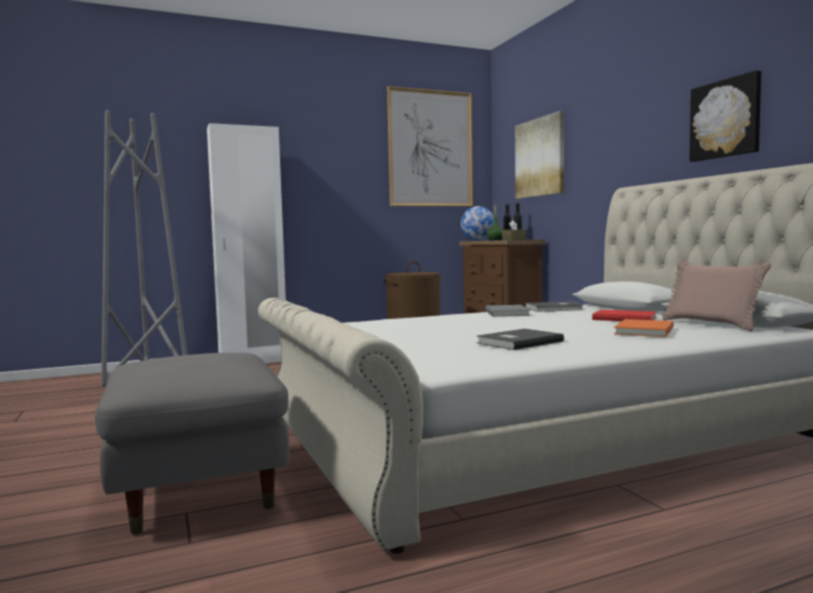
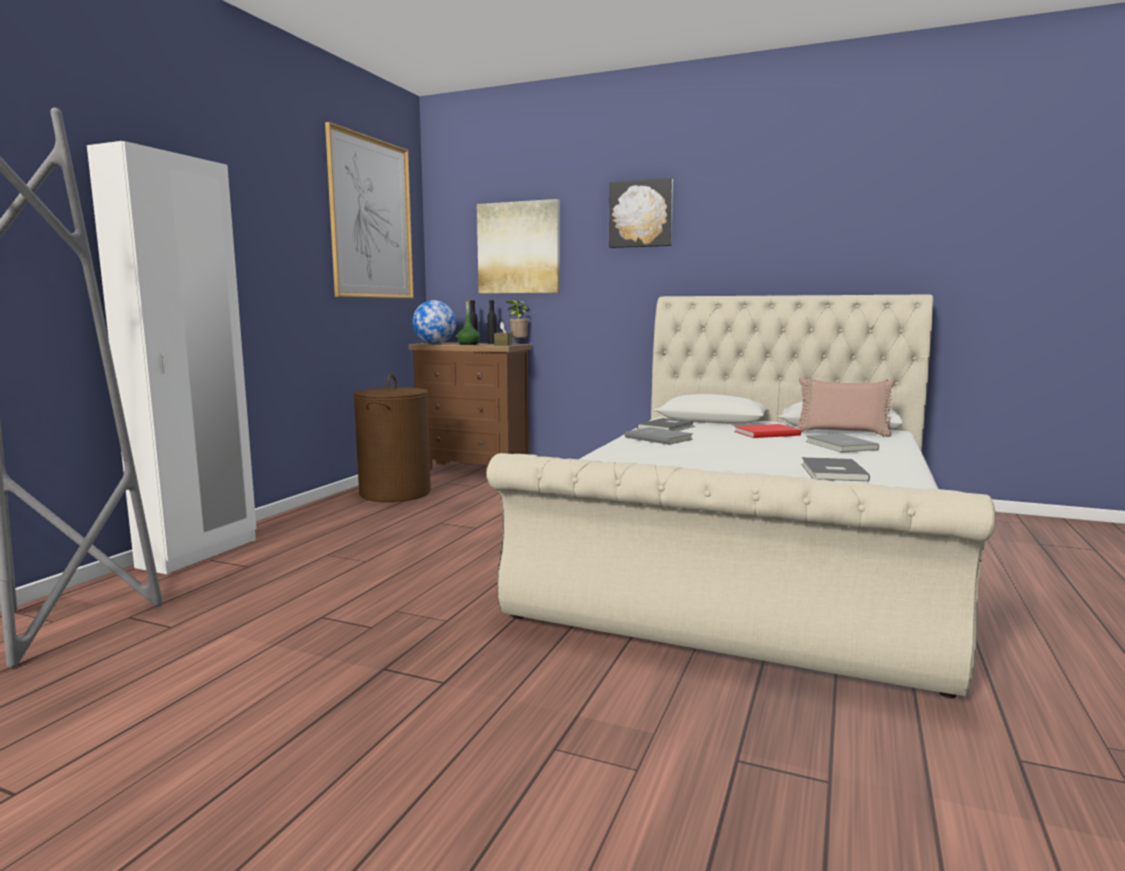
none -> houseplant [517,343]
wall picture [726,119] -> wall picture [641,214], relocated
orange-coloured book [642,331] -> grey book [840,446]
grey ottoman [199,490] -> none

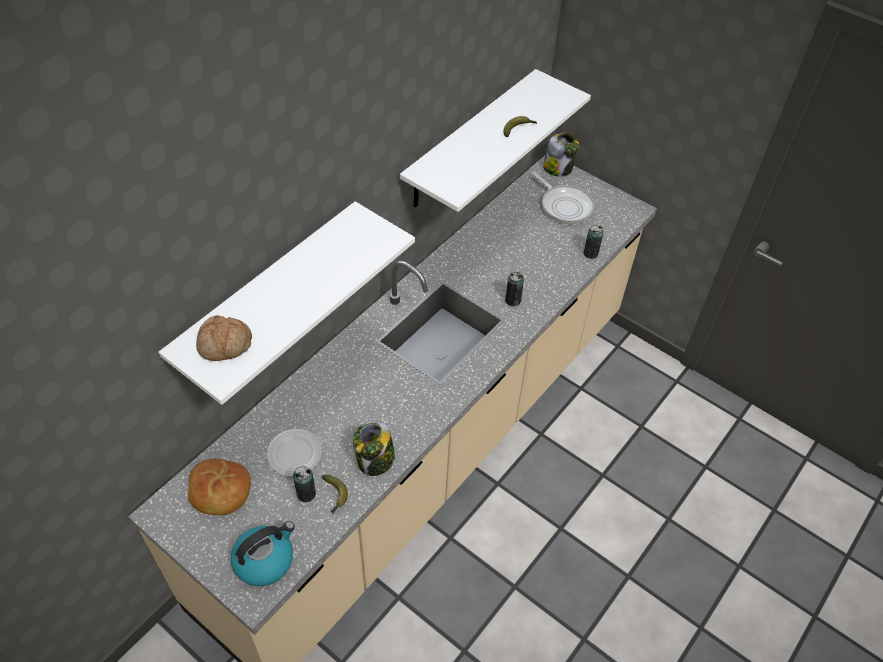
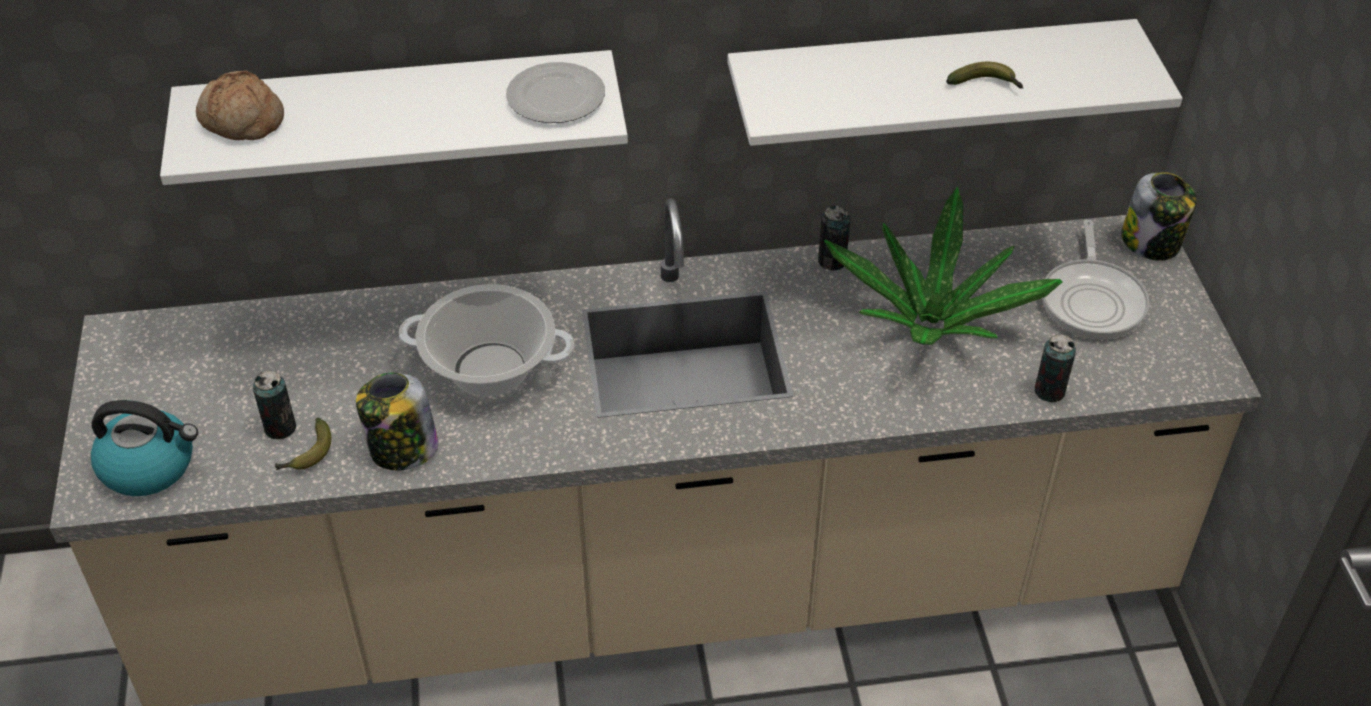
none -> stockpot [490,370]
plate [295,454] -> plate [556,98], relocated
sealed can [513,300] -> sealed can [832,261], relocated
none -> houseplant [932,321]
bakery bread [220,492] -> none

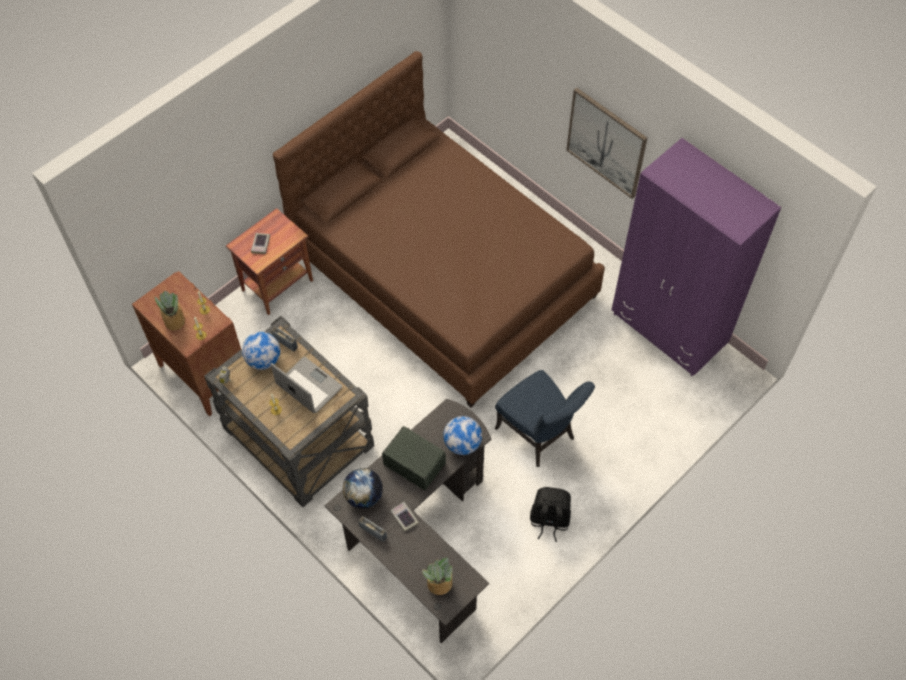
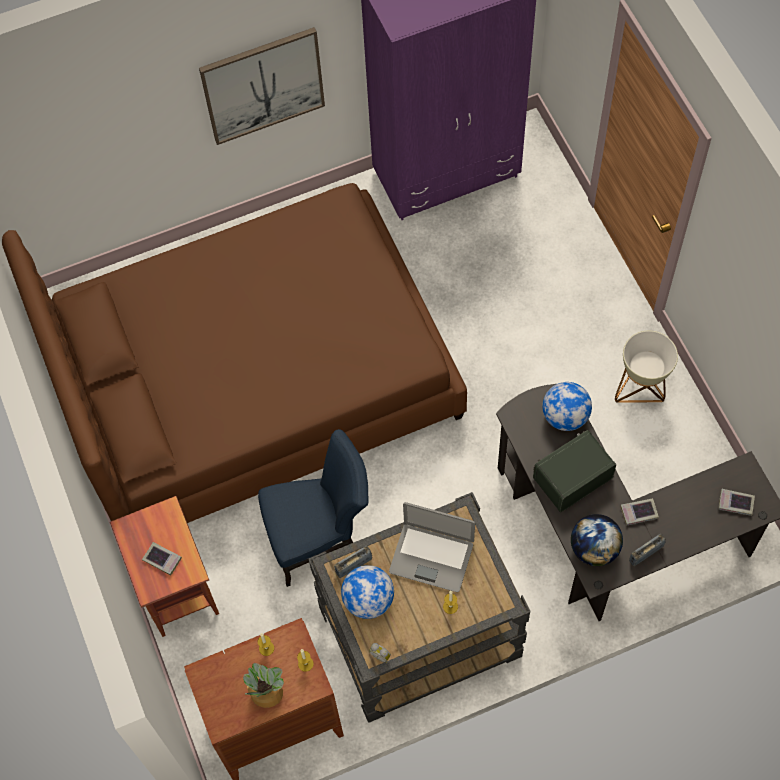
bluish upright chair [539,435] -> bluish upright chair [320,538], relocated
laptop [308,386] -> laptop [431,556], 135 degrees counterclockwise
black-coloured backpack [549,520] -> flower pot [640,389]
houseplant [439,584] -> book [735,503]

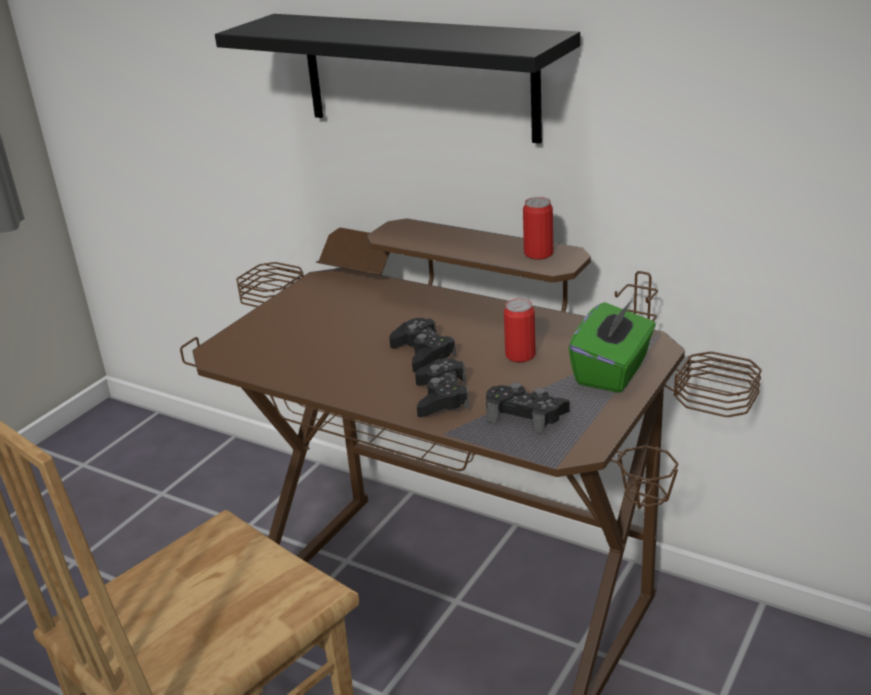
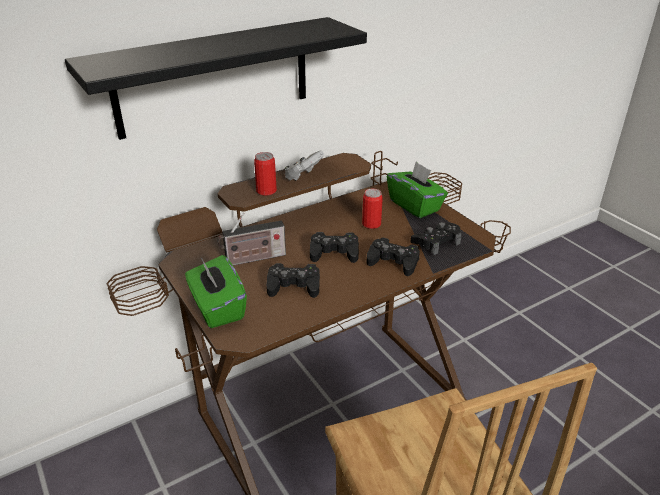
none -> green box of tissues [217,308]
none -> radio receiver [253,259]
sealed can [538,254] -> sealed can [266,191], relocated
none -> black-coloured joypad [294,286]
none -> white-coloured joypad [303,177]

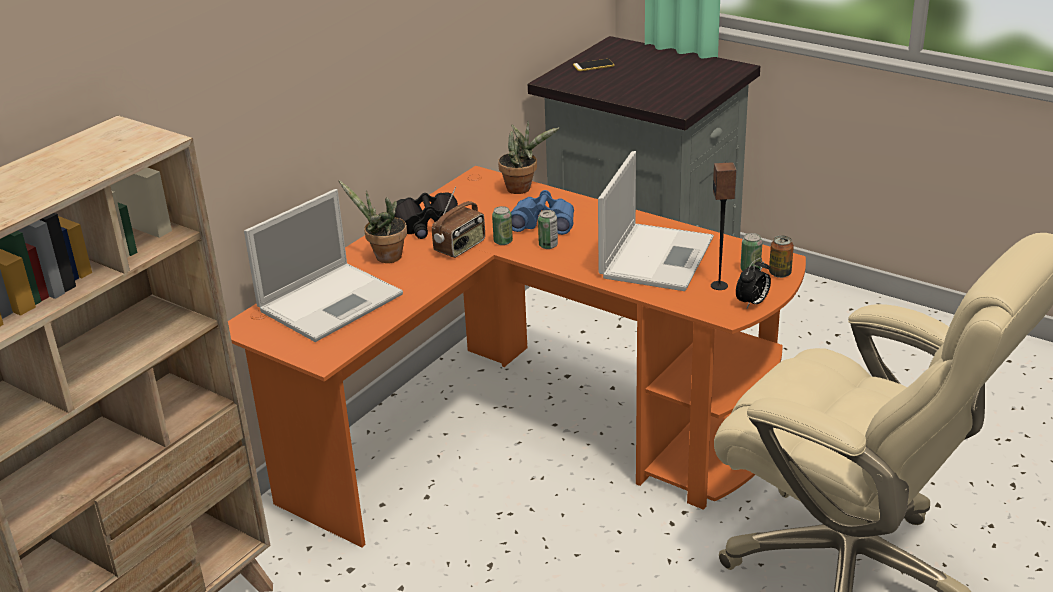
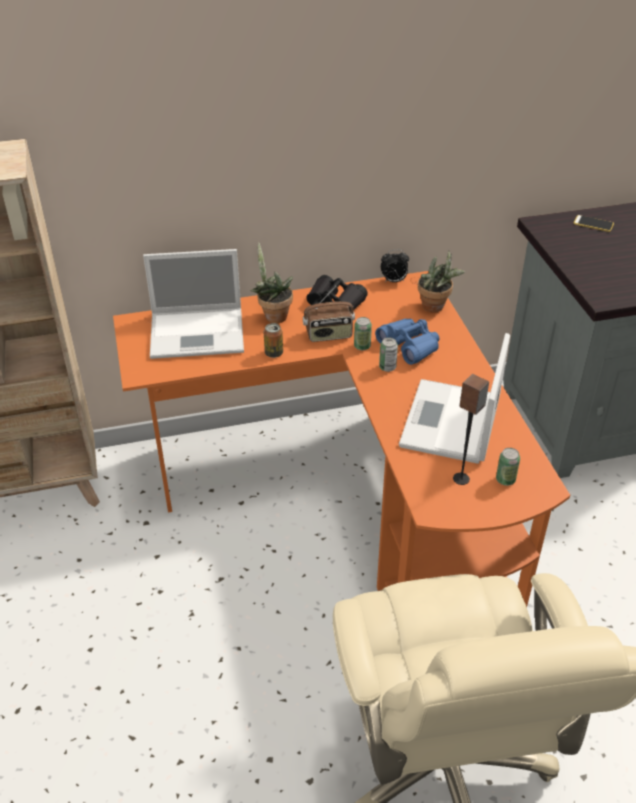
sealed can [780,273] -> sealed can [274,353], relocated
alarm clock [752,303] -> alarm clock [393,281], relocated
laptop [657,256] -> laptop [450,423], 135 degrees clockwise

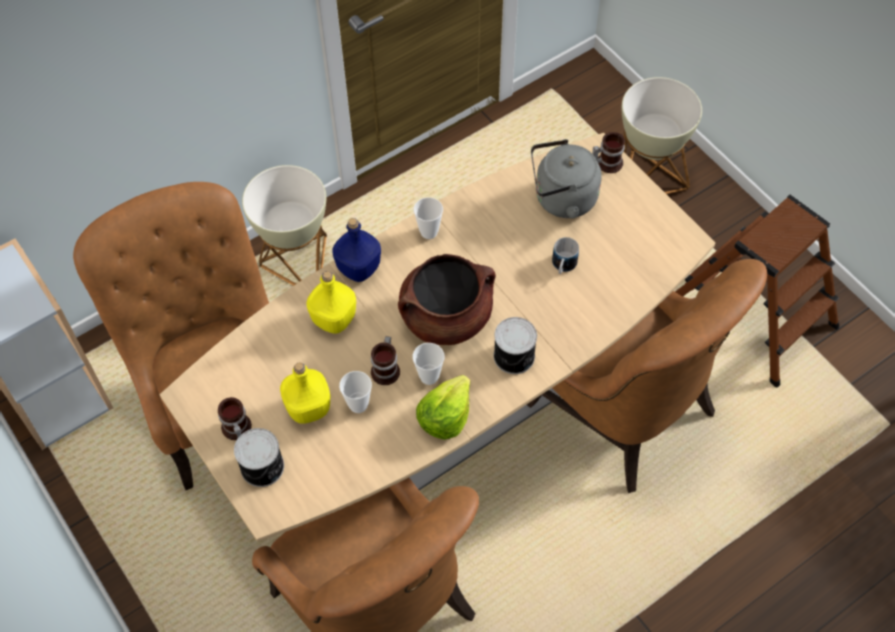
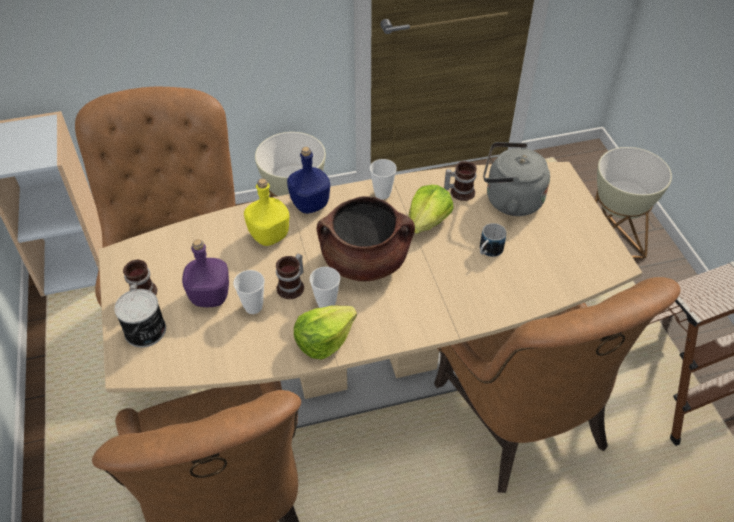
yellow bottle [309,407] -> purple-coloured bottle [211,296]
none -> lettuce [428,221]
tea mug [606,162] -> tea mug [460,191], relocated
sealed can [515,356] -> none

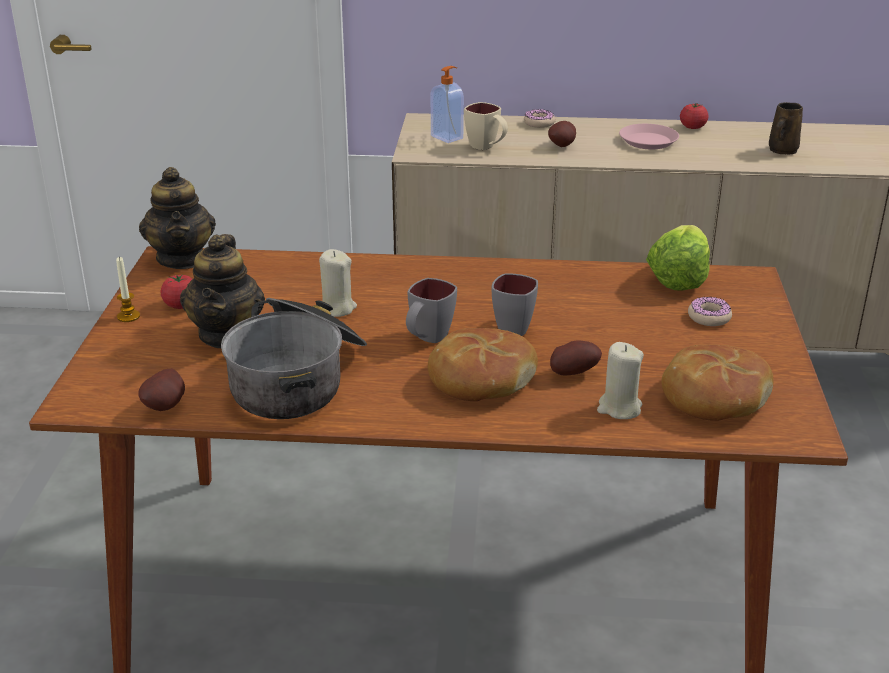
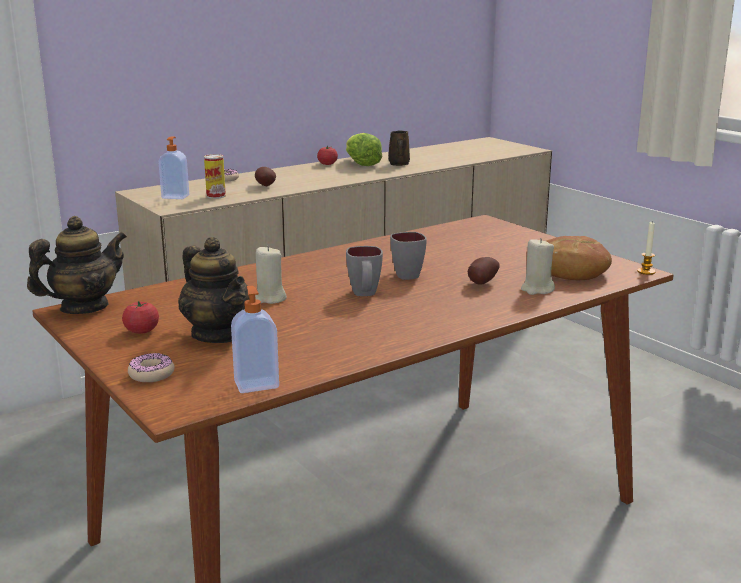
tea pot [182,259] -> tea pot [84,307], 75 degrees counterclockwise
donut [709,317] -> donut [151,374], relocated
beige-coloured tea mug [487,148] -> sealed can [216,196]
potato [167,406] -> soap dispenser [256,384]
lettuce [678,277] -> lettuce [361,163], relocated
candle [128,316] -> candle [646,272], relocated
stockpot [298,380] -> none
bakery bread [480,379] -> none
pink-coloured plate [648,141] -> none

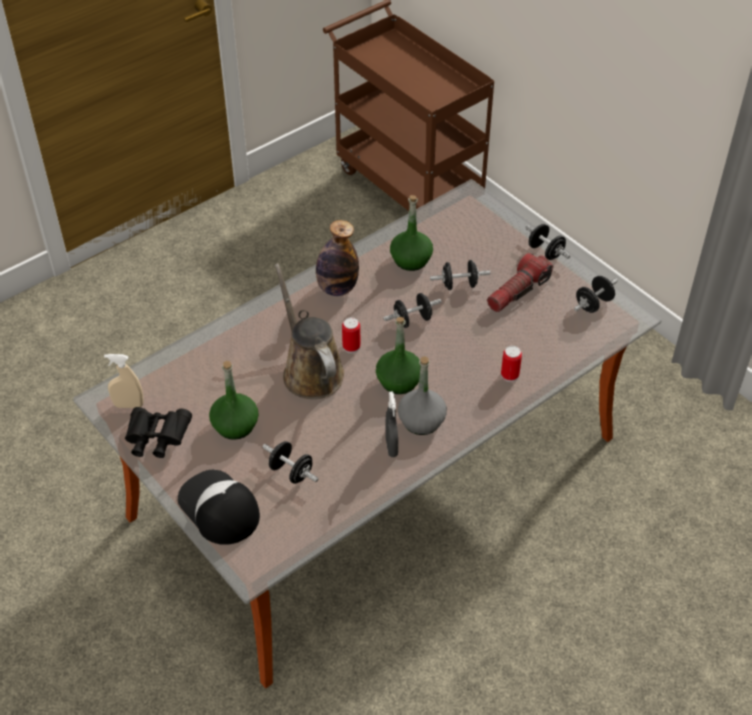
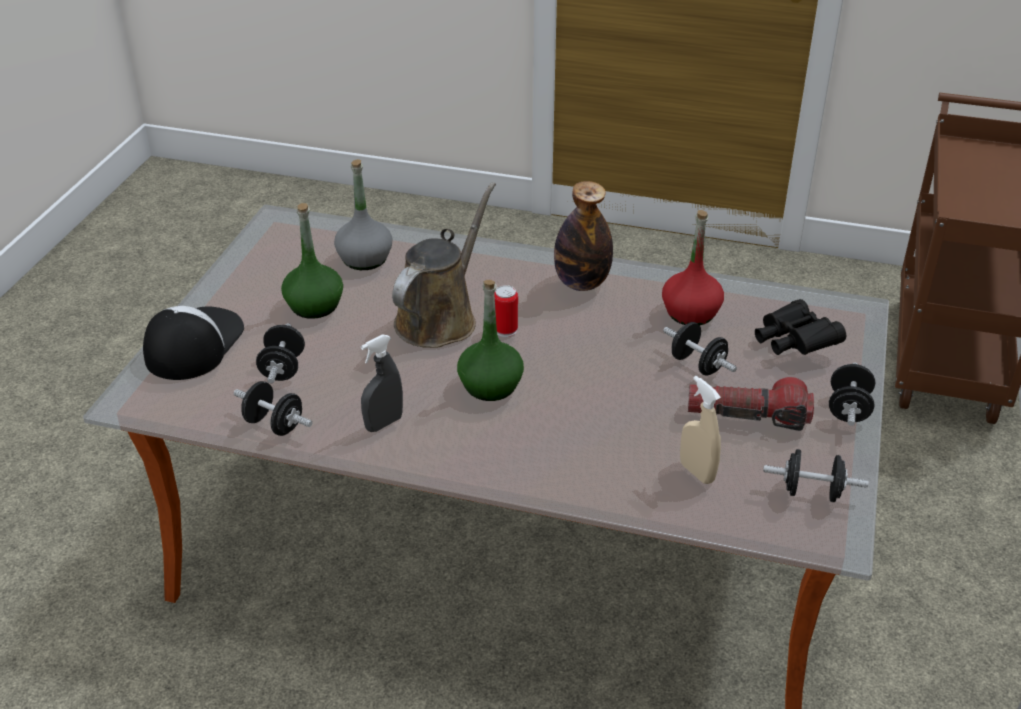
black-coloured free weight [412,320] -> black-coloured free weight [274,425], relocated
grey bottle [421,421] -> grey bottle [364,259], relocated
green bottle [411,260] -> reddish bottle [691,313]
beige-coloured hand sprayer [128,405] -> beige-coloured hand sprayer [696,472], relocated
black-coloured field glasses [157,439] -> black-coloured field glasses [793,343], relocated
sealed can [509,375] -> none

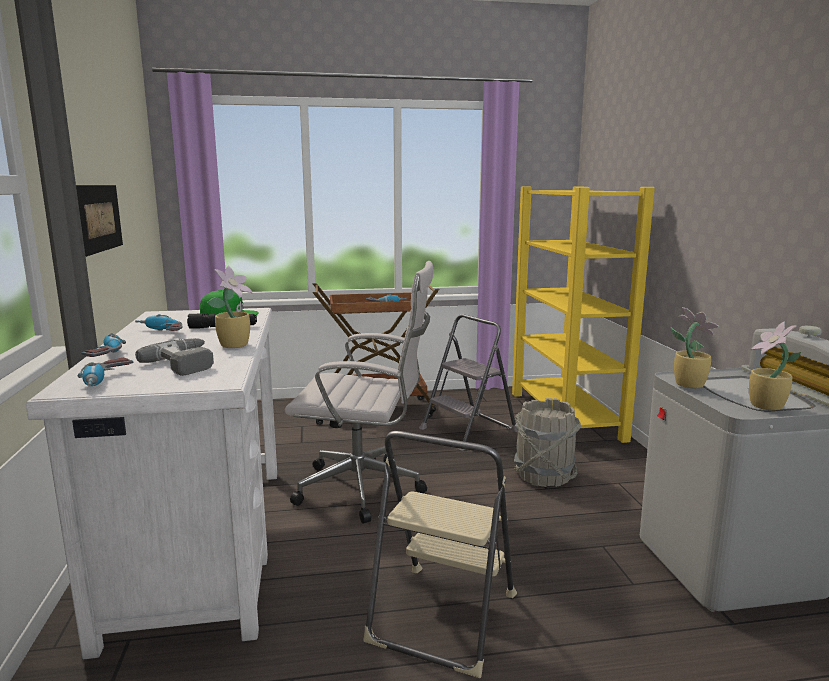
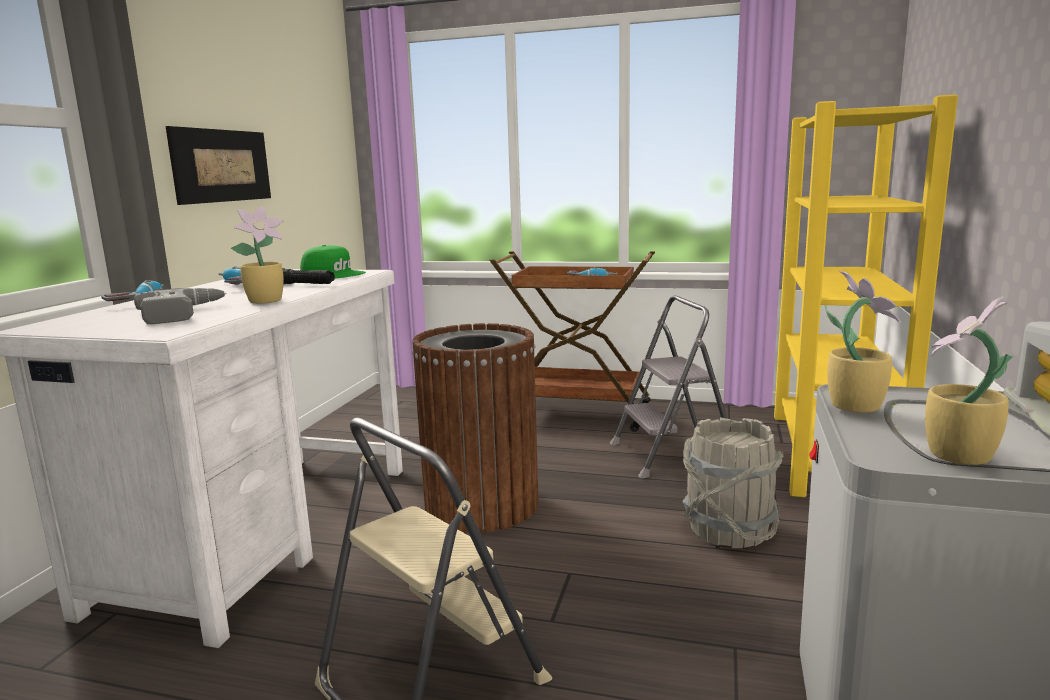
white-coloured computer chair [365,489] -> brown rubbish bin [481,505]
power drill [106,382] -> none

